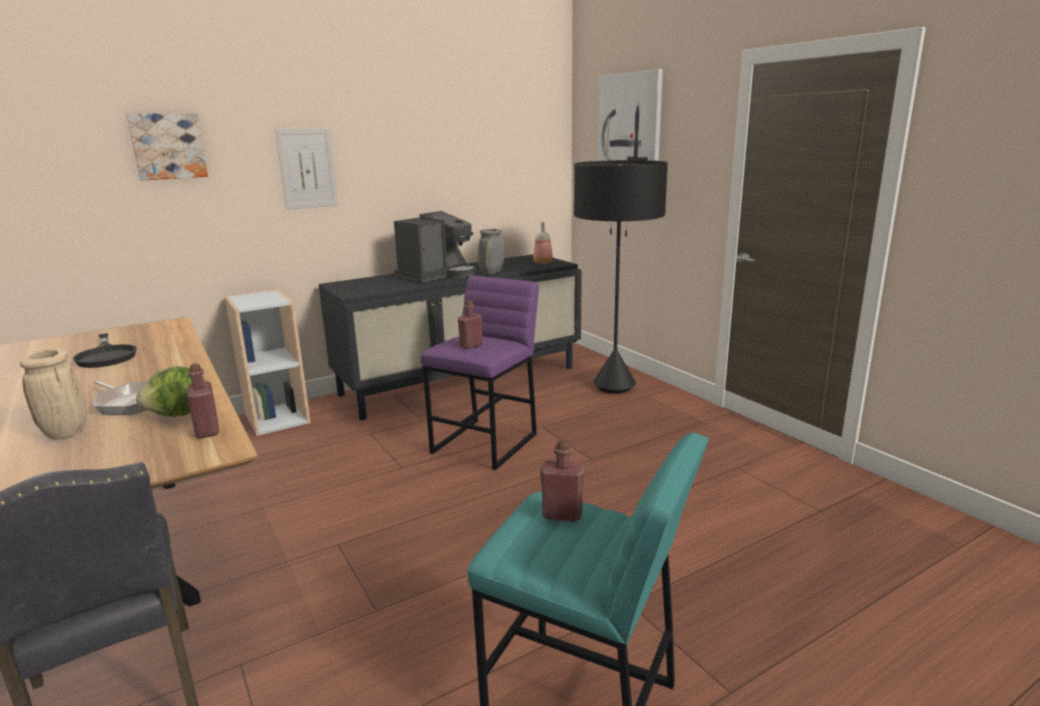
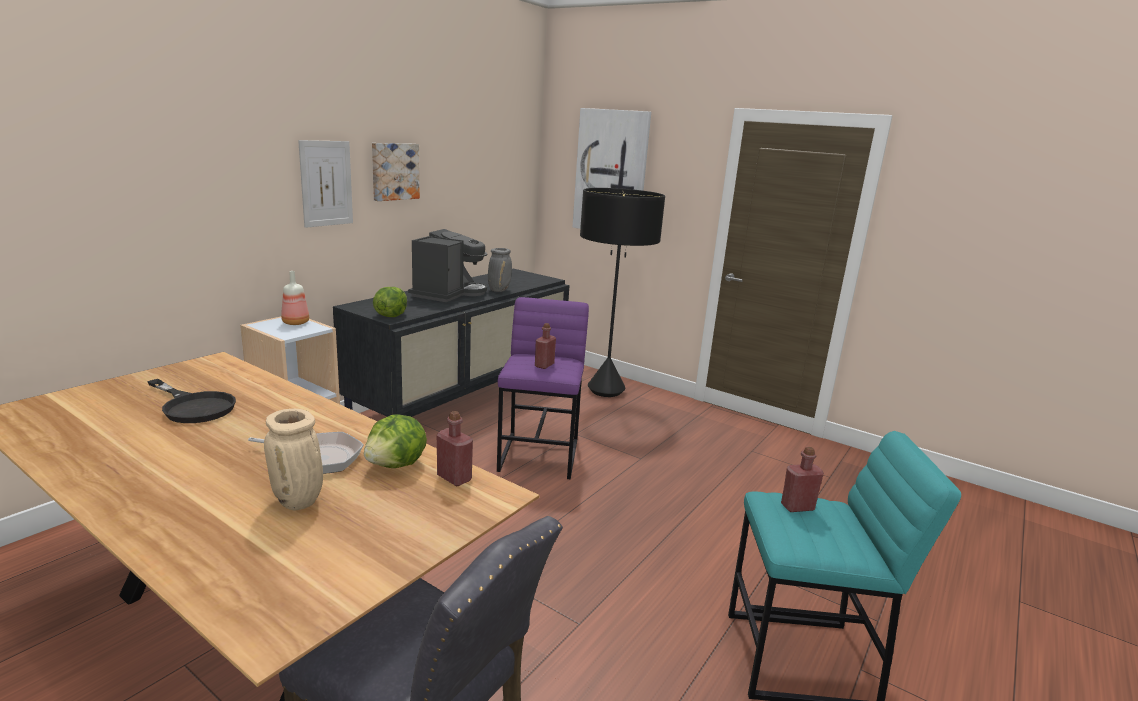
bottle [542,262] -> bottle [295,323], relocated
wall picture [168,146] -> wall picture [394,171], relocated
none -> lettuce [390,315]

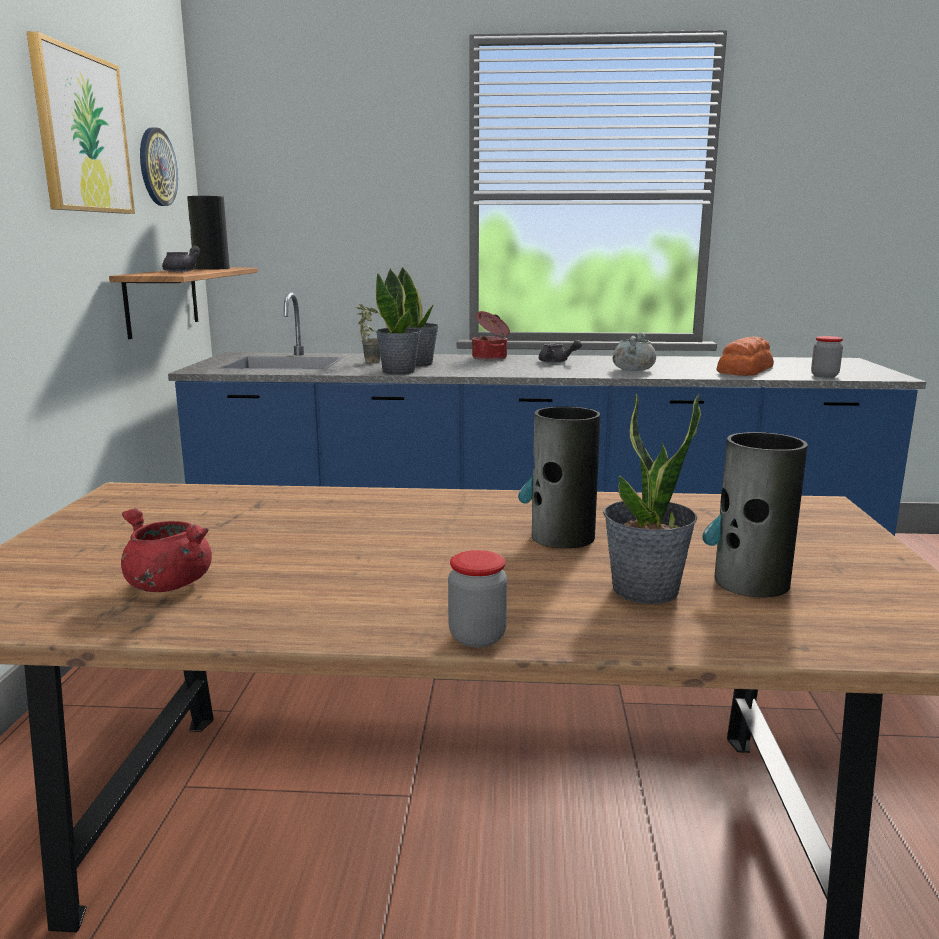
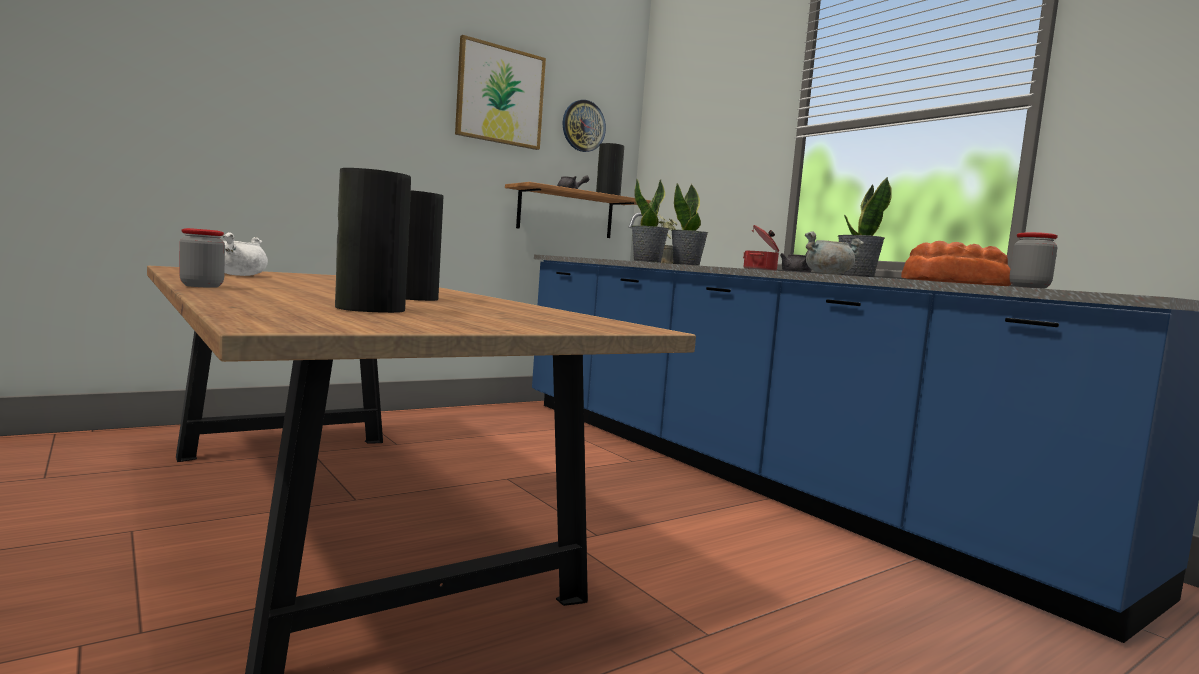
reddish stockpot [167,584] -> white-coloured stockpot [240,275]
houseplant [645,590] -> houseplant [856,277], relocated

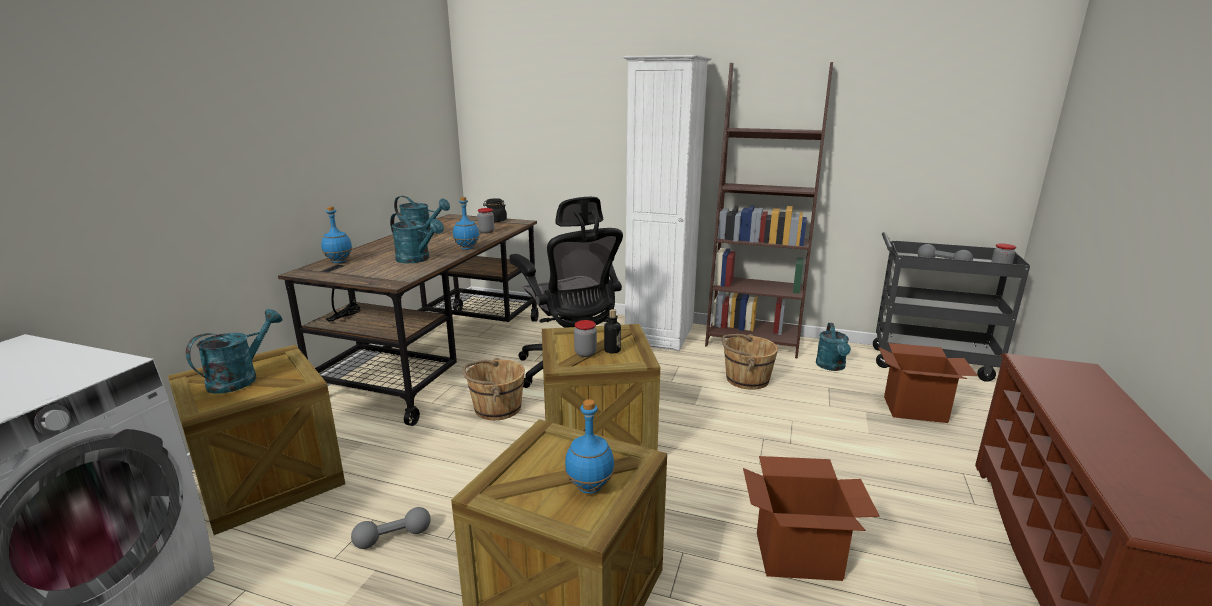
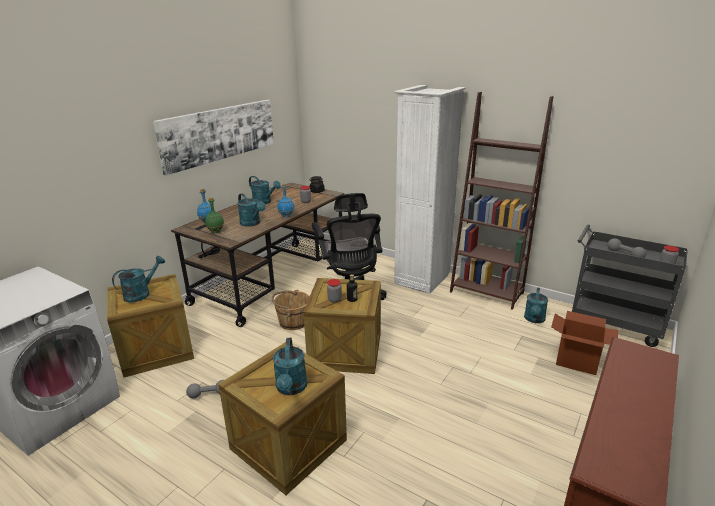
none -> wall picture [219,133]
none -> green bottle [216,232]
bluish bottle [590,487] -> turquoise watering pot [291,388]
brown pail [746,379] -> none
cardboard box [798,556] -> none

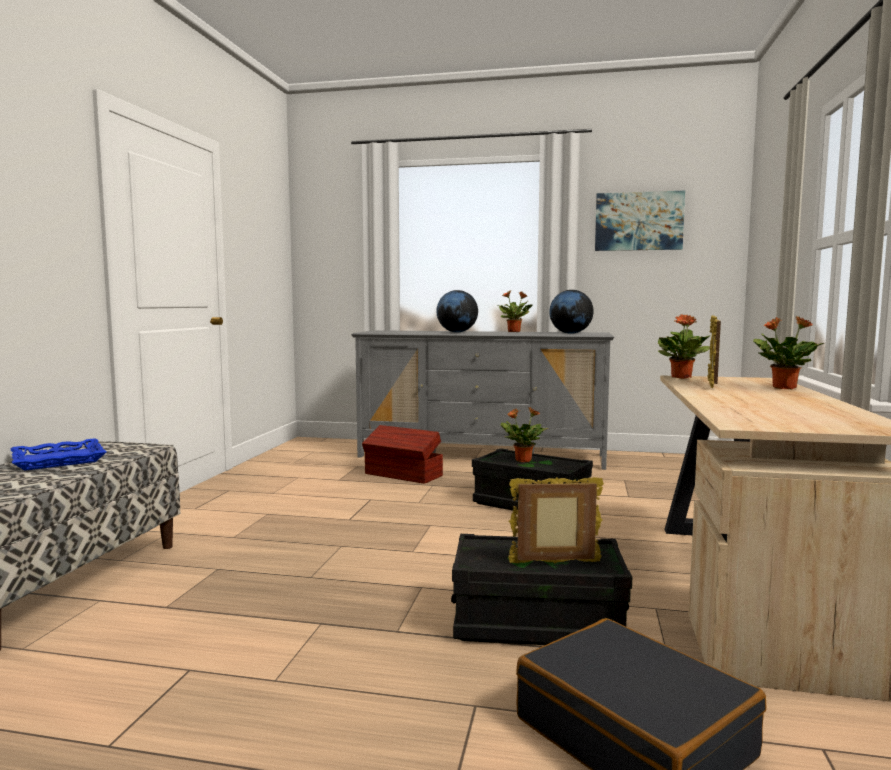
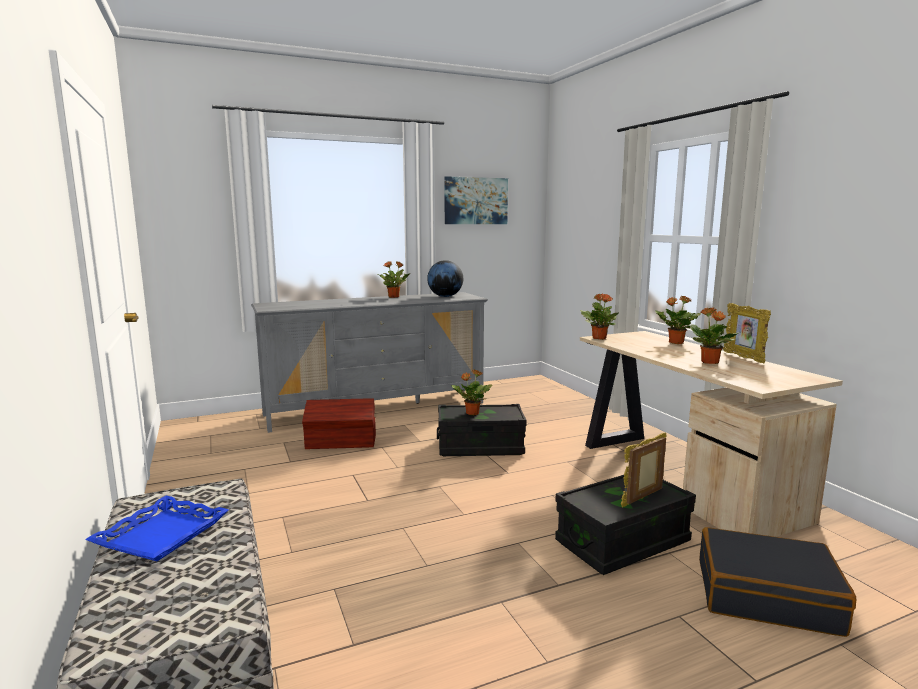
none -> houseplant [710,362]
picture frame [712,385] -> picture frame [743,358], relocated
desk globe [457,332] -> none

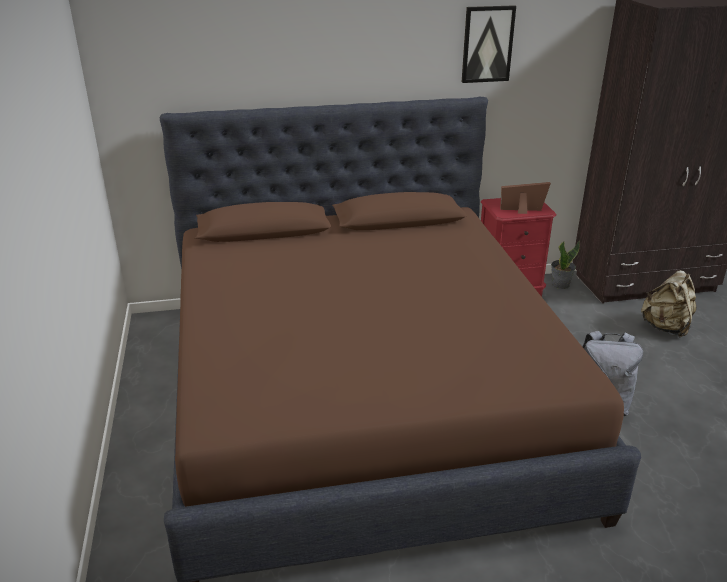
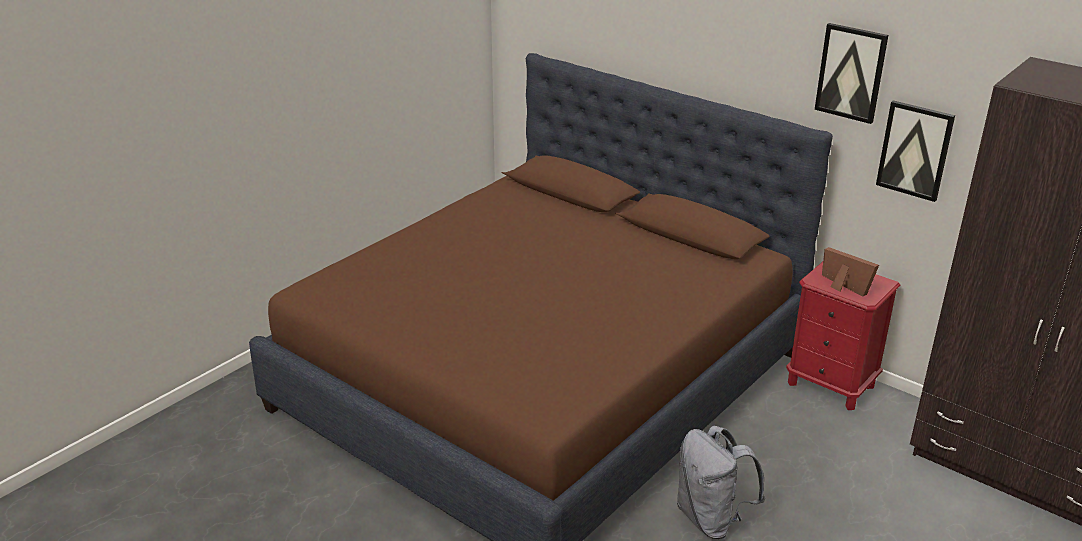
none -> wall picture [915,150]
houseplant [560,284] -> none
beige-coloured backpack [665,327] -> none

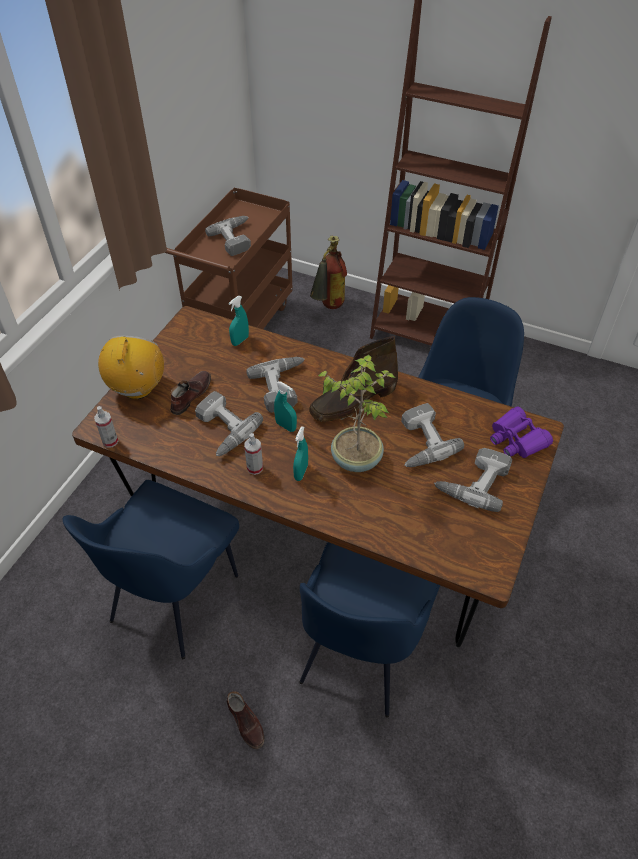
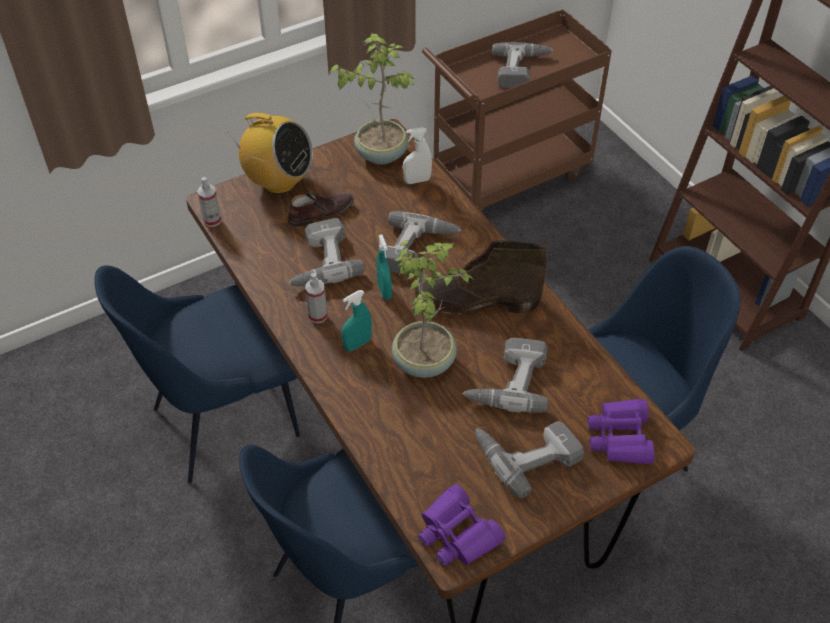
radio receiver [138,389] -> radio receiver [278,182], 75 degrees clockwise
none -> houseplant [381,153]
turquoise hand sprayer [240,341] -> white-coloured hand sprayer [417,180]
none -> purple-coloured field glasses [457,534]
brown low shoe [246,722] -> none
fire-fighting cylinder [328,308] -> none

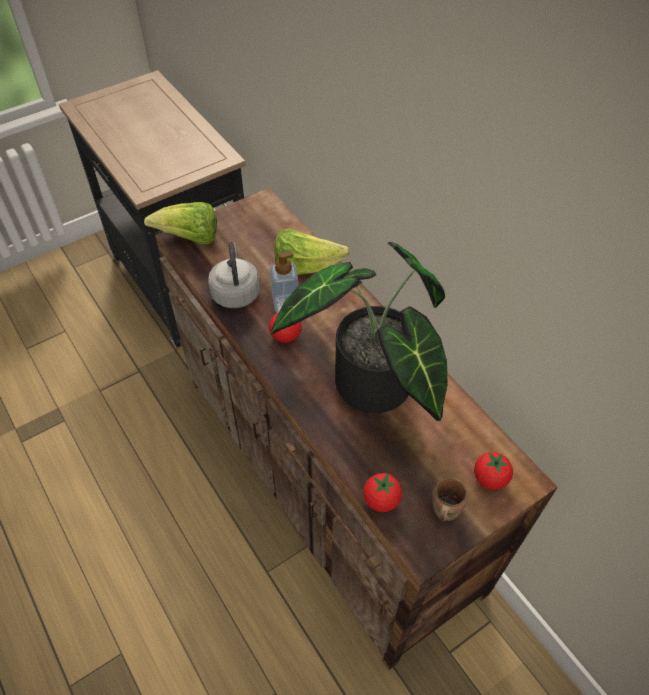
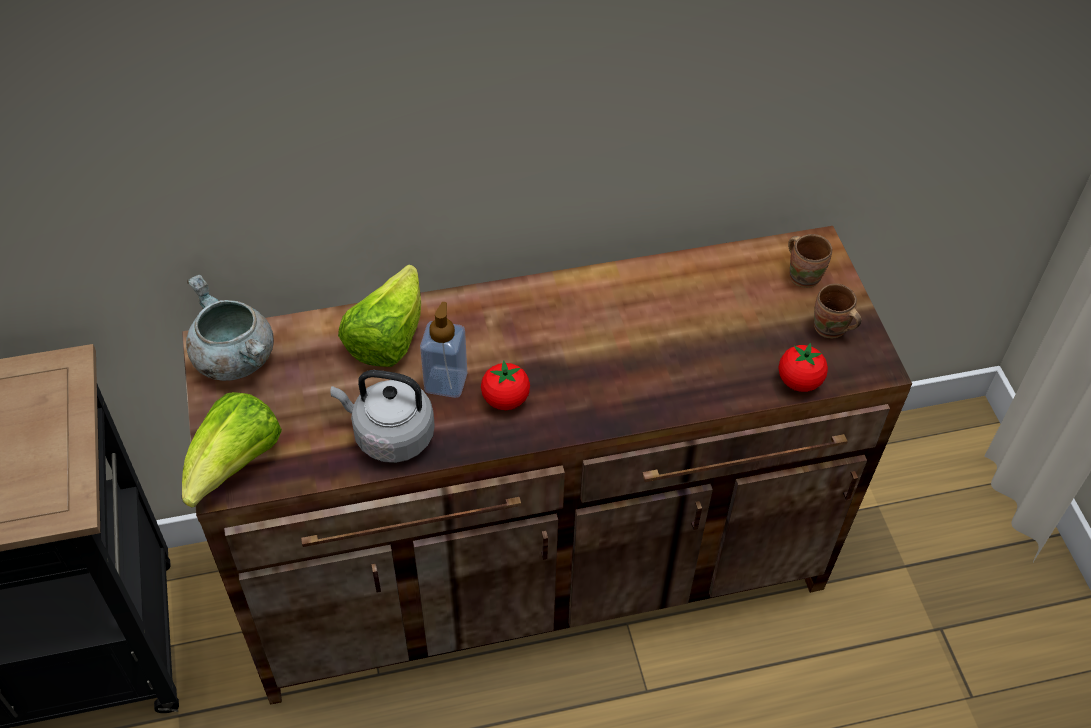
none -> grey stockpot [234,358]
fresh tomato [490,478] -> brown tea mug [804,275]
houseplant [373,391] -> none

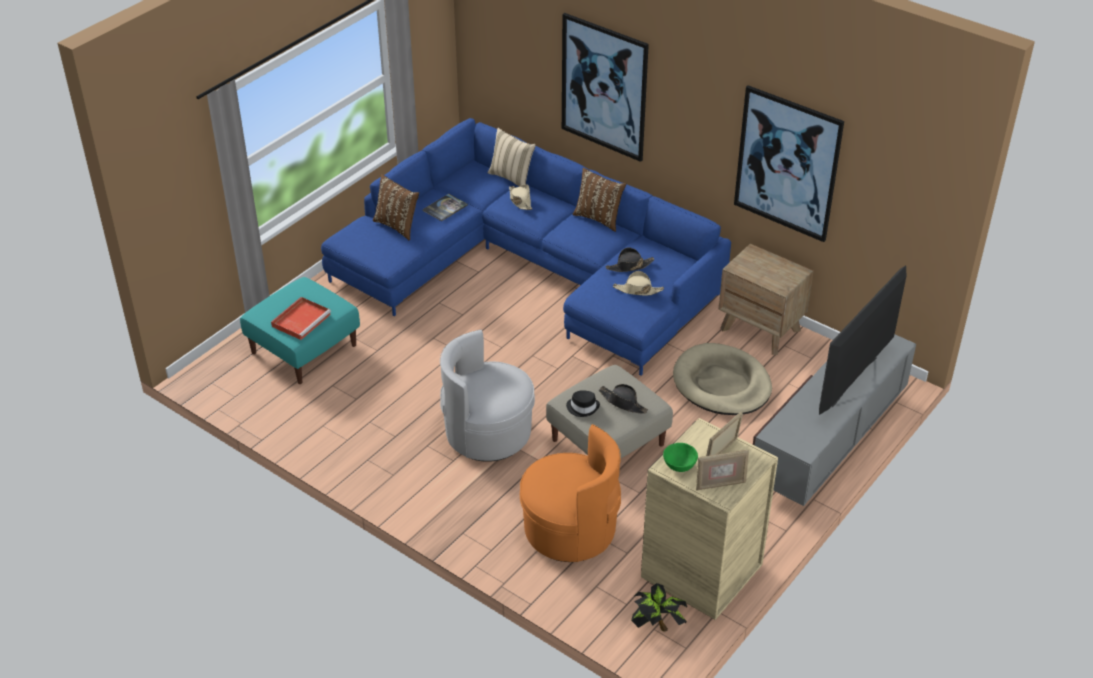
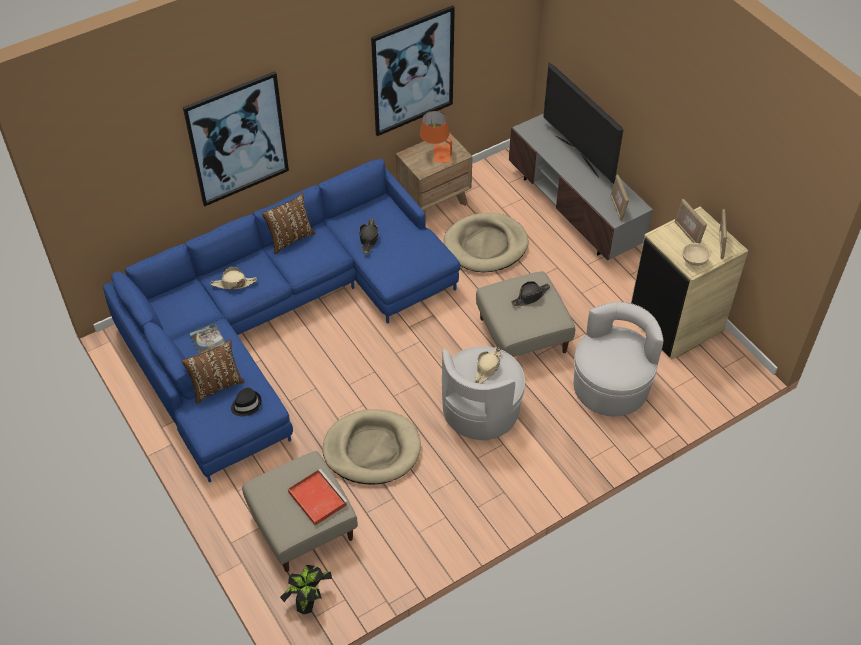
black-coloured hat [583,407] -> black-coloured hat [246,404], relocated
turquoise ottoman [304,348] -> beige-coloured ottoman [302,525]
houseplant [657,626] -> houseplant [308,598], relocated
none -> beige-coloured pet bed [372,449]
none -> orange-coloured tabletop lamp [436,153]
beige-coloured hat [638,290] -> beige-coloured hat [487,368], relocated
orange-coloured armchair [569,530] -> white-coloured armchair [610,388]
none -> picture frame [617,208]
green bowl [679,466] -> beige-coloured bowl [693,261]
beige-coloured throw pillow [512,178] -> none

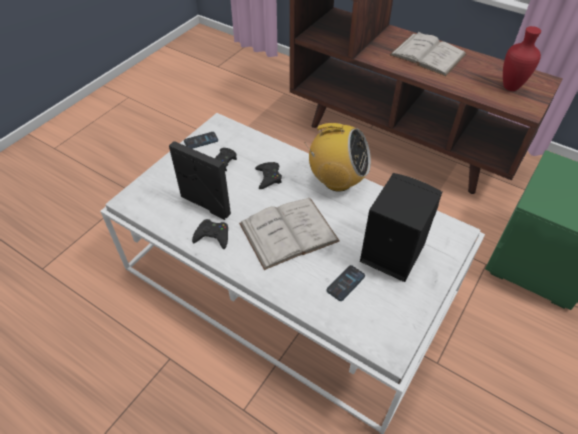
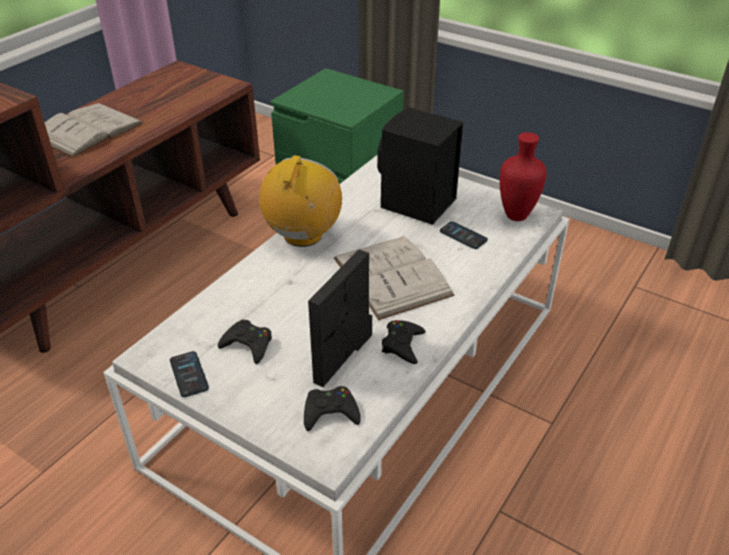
black-coloured joypad [268,177] -> black-coloured joypad [330,412], relocated
reddish decorative vase [511,87] -> reddish decorative vase [516,215], relocated

